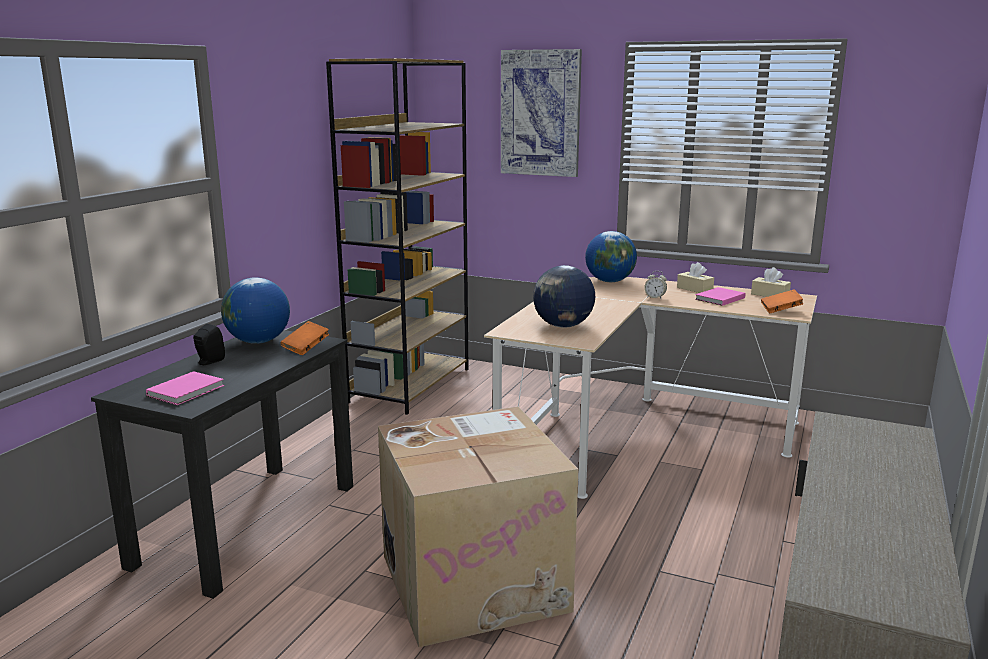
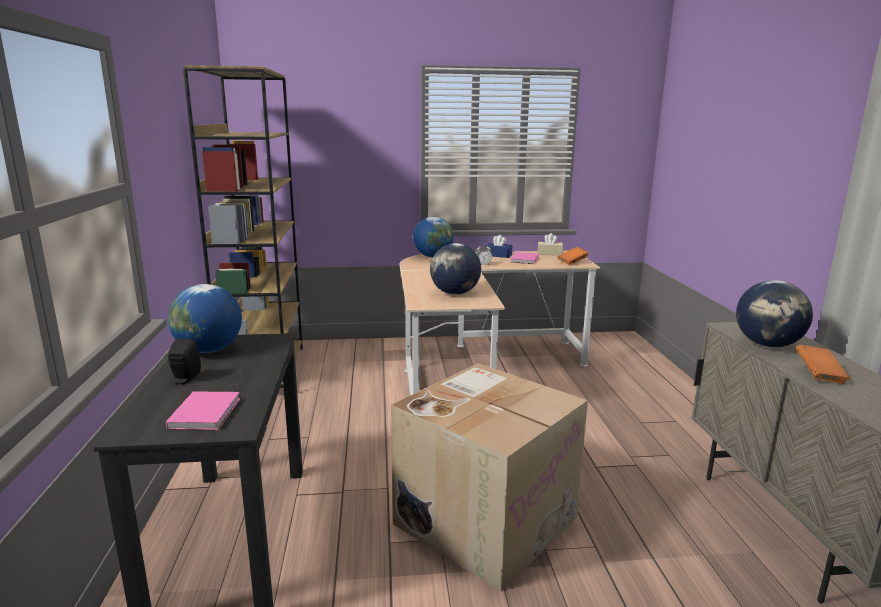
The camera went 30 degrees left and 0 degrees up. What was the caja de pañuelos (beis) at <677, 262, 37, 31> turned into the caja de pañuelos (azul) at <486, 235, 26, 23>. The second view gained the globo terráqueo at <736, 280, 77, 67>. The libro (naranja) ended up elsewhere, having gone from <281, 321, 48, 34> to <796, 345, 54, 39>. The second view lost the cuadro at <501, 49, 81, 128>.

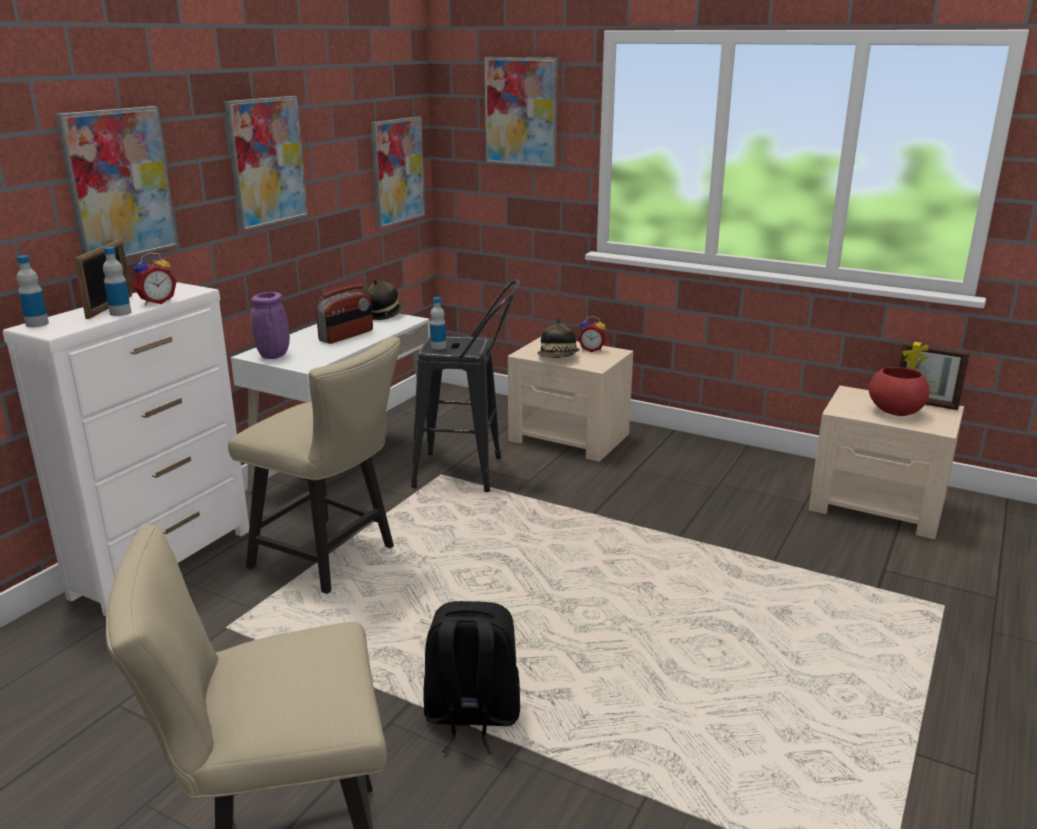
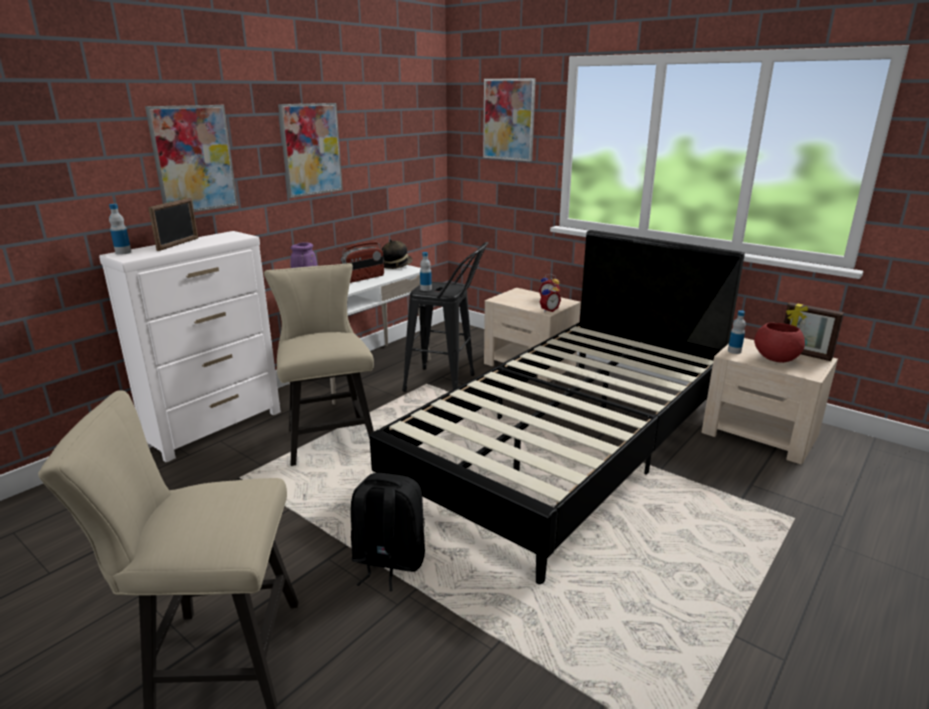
The camera went 10 degrees right and 0 degrees up. The silla (beis) at <228, 337, 173, 257> ended up facing another way, 150 degrees counterclockwise from before. The second view gained the cama (negro) at <369, 230, 376, 354>. The despertador ended up elsewhere, having gone from <133, 253, 43, 52> to <540, 283, 21, 29>. The botella ended up elsewhere, having gone from <103, 247, 28, 69> to <728, 310, 18, 44>. The second view lost the cuadro at <371, 117, 54, 111>. The second view lost the sombrero at <538, 318, 42, 40>.

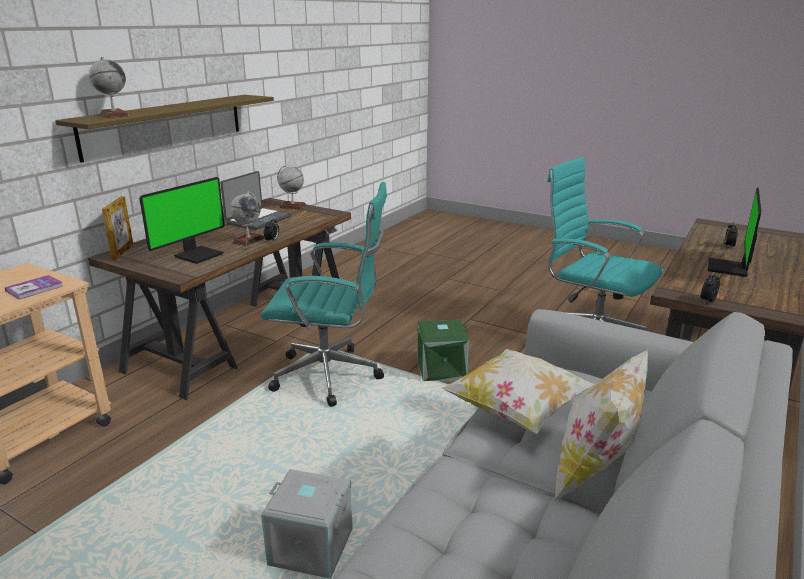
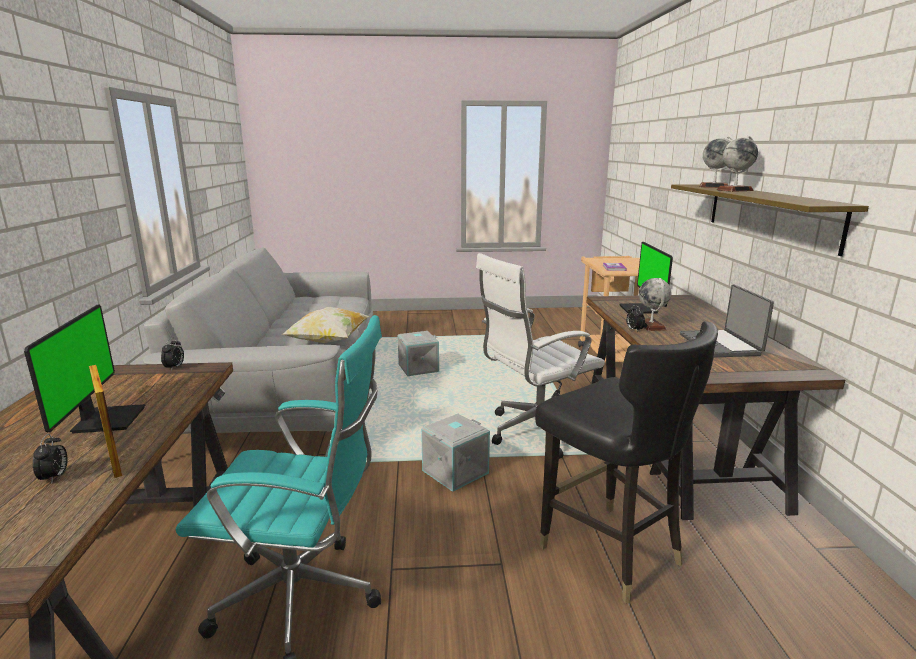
The camera went 145 degrees right and 5 degrees down. The portarretratos ended up elsewhere, having gone from <102, 196, 32, 64> to <89, 365, 33, 113>. What was the caja de almacenaje (verde) at <417, 320, 52, 61> turned into the caja de almacenaje (gris) at <421, 414, 69, 78>. What was the silla de oficina (turquesa) at <261, 182, 126, 225> turned into the silla de oficina (blanco) at <476, 253, 129, 206>. The second view gained the silla (negro) at <535, 321, 183, 283>. The globo terráqueo ended up elsewhere, having gone from <277, 165, 30, 45> to <717, 136, 41, 56>. The second view lost the cojín at <555, 350, 93, 150>.

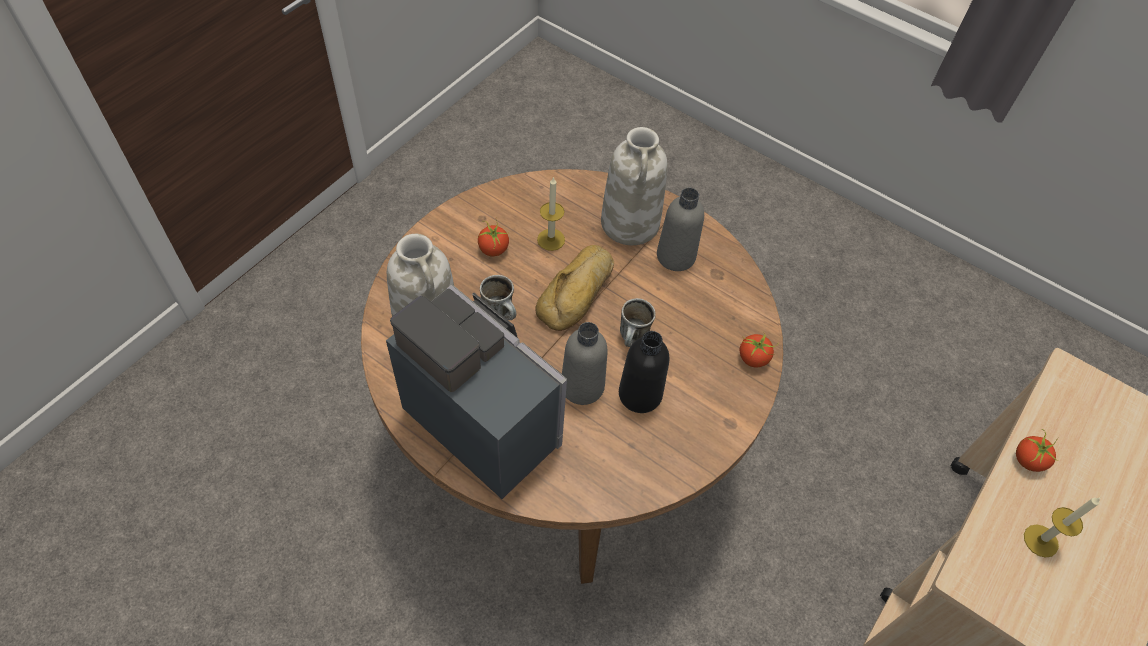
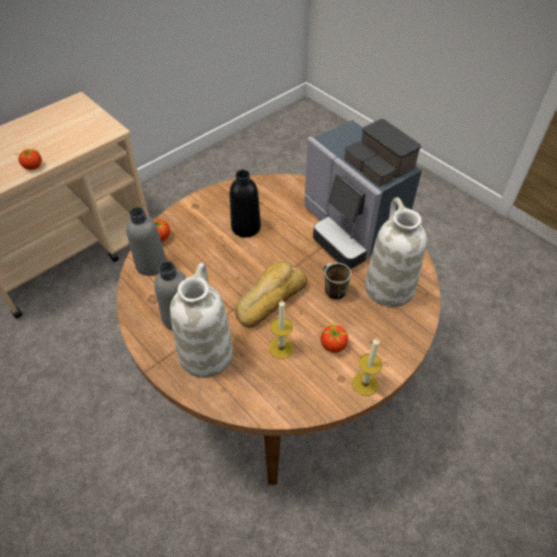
The camera went 165 degrees left and 5 degrees down. The botella (gris) ended up elsewhere, having gone from <562, 322, 46, 83> to <126, 207, 41, 69>. The vela ended up elsewhere, having gone from <1024, 497, 77, 61> to <352, 338, 30, 58>. The second view lost the taza grande at <620, 298, 36, 49>.

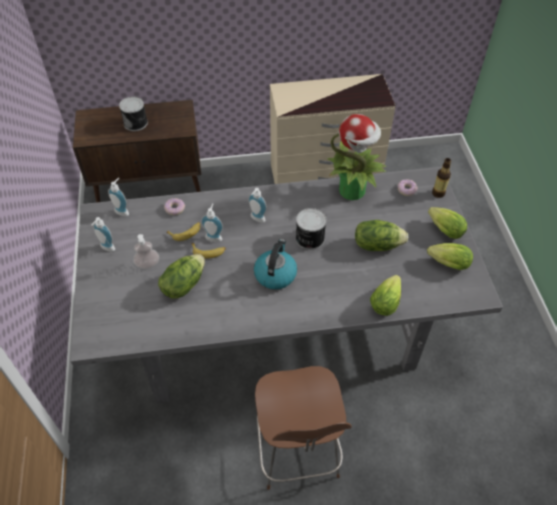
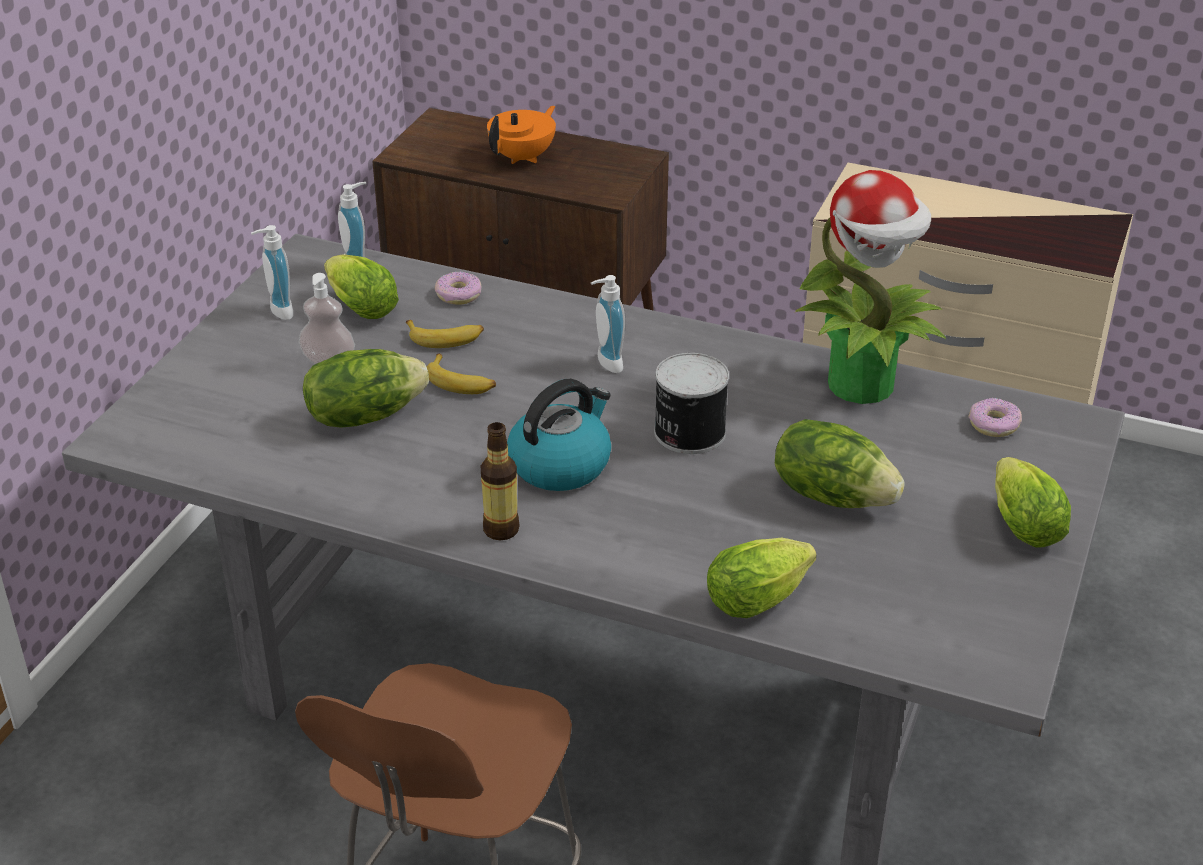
The camera went 30 degrees right and 15 degrees down. The lechuga ended up elsewhere, having gone from <427, 243, 46, 27> to <324, 254, 75, 65>. The botella ended up elsewhere, having gone from <432, 158, 19, 40> to <481, 422, 38, 118>. Where the lata stood at <119, 96, 29, 35>, the tetera (naranja) came to stand at <487, 106, 69, 58>. The second view lost the dispensador de jabón at <201, 203, 22, 39>.

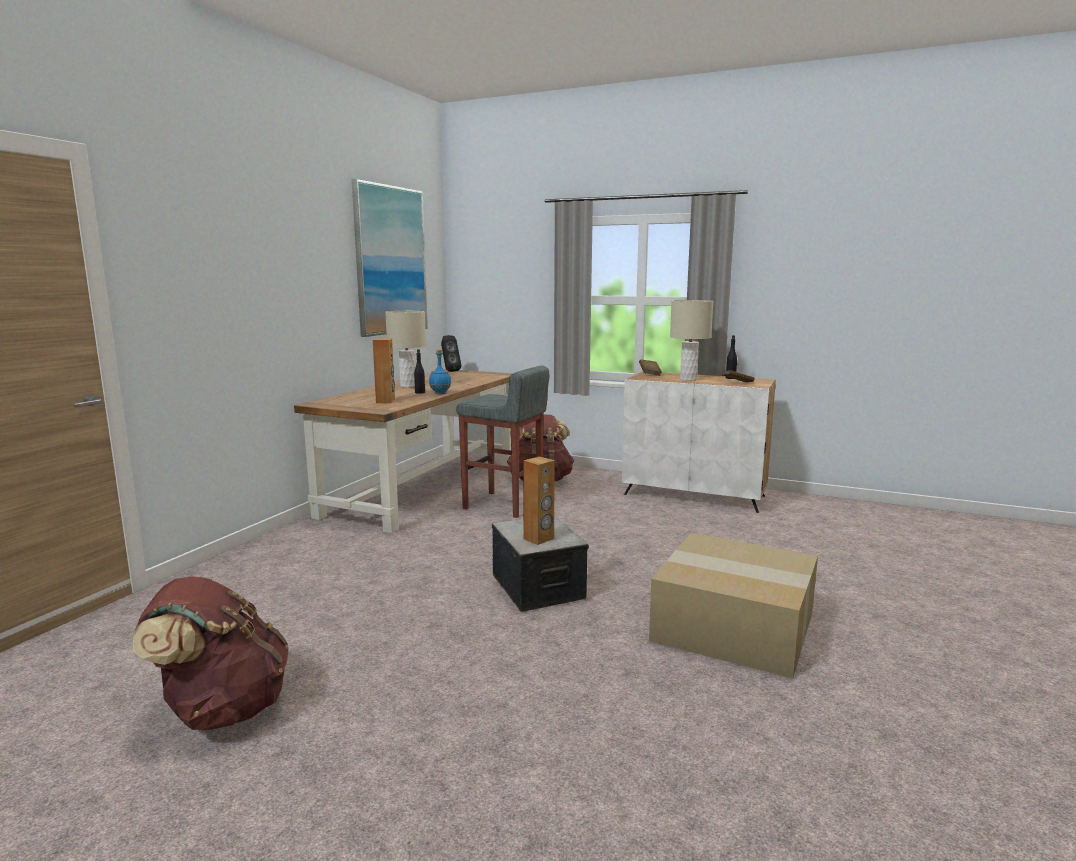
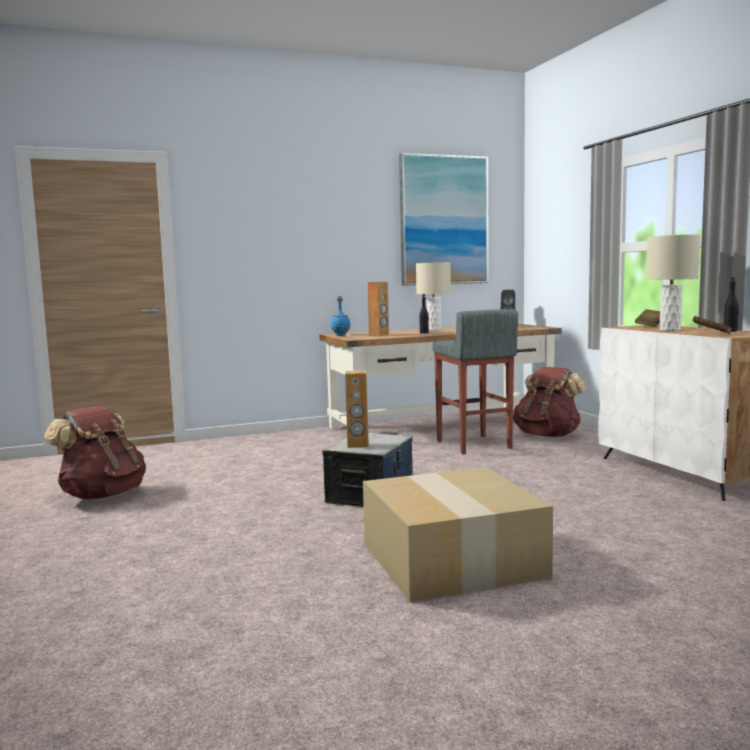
The camera went 45 degrees right and 5 degrees down. The botella (azul) ended up elsewhere, having gone from <429, 350, 22, 44> to <331, 296, 19, 40>.

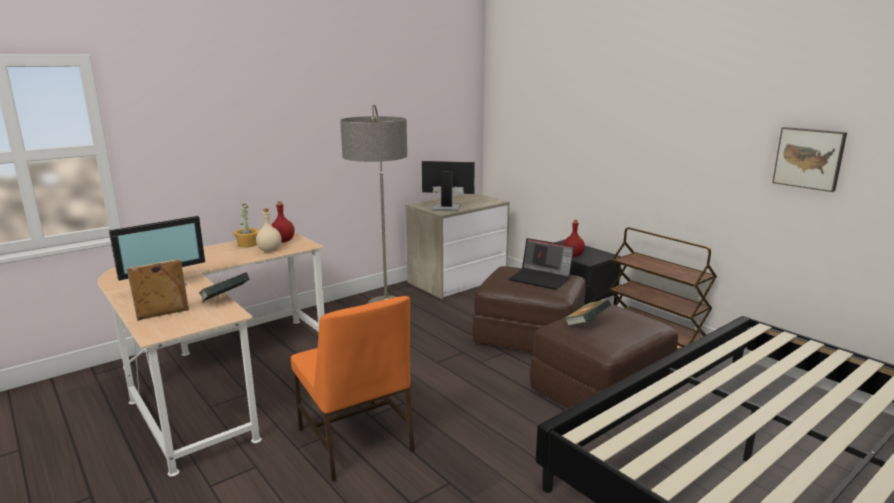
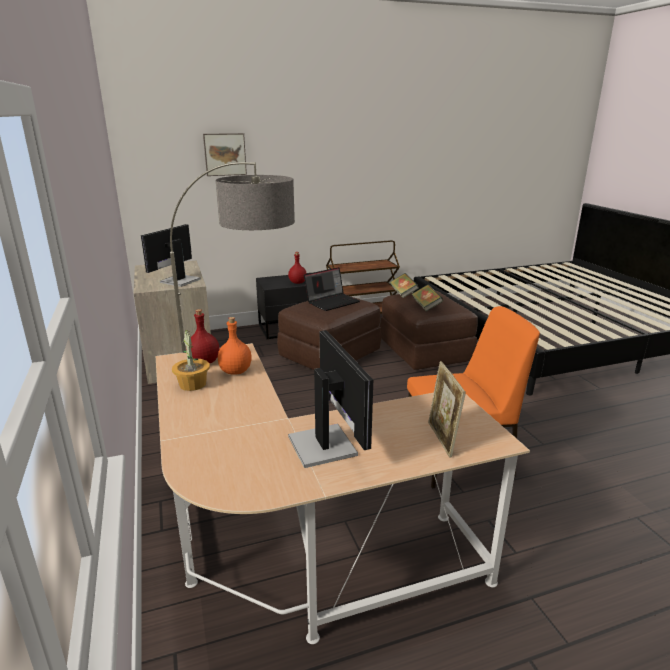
The camera went 70 degrees left and 5 degrees up. The cuadro ended up elsewhere, having gone from <772, 127, 75, 65> to <203, 133, 44, 43>. What was the botella (beis) at <256, 208, 26, 44> turned into the botella (naranja) at <218, 317, 34, 58>. The libro ended up elsewhere, having gone from <198, 272, 51, 30> to <389, 273, 30, 25>.

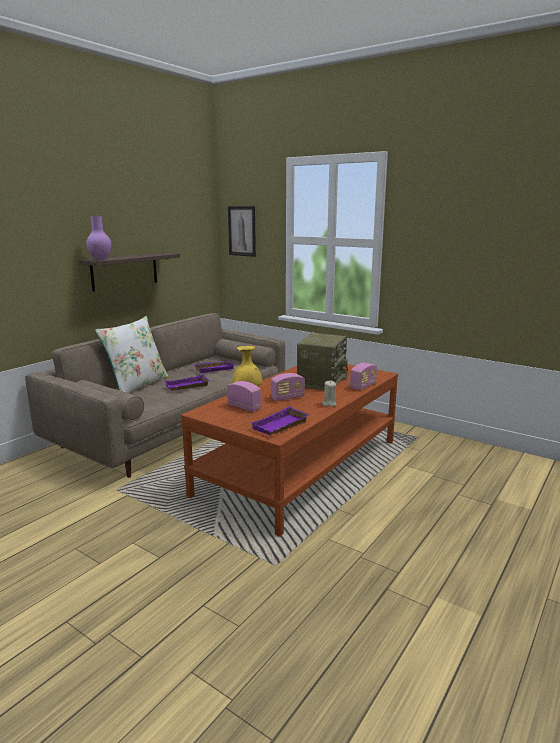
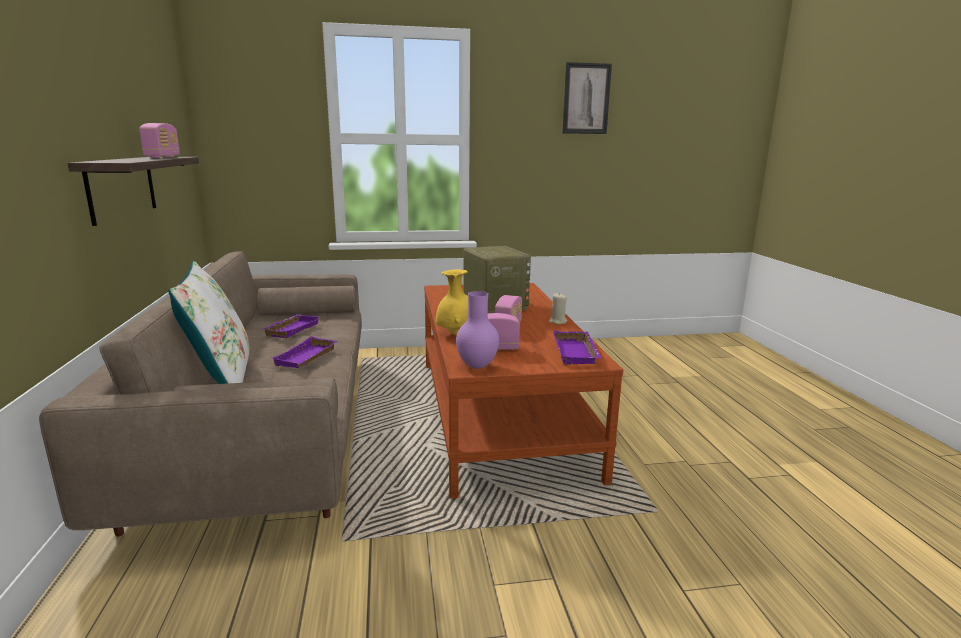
The camera went 45 degrees left and 0 degrees up. The radio ended up elsewhere, having gone from <350, 363, 27, 27> to <139, 123, 41, 34>. The florero (morado) ended up elsewhere, having gone from <86, 216, 25, 44> to <456, 291, 43, 78>. The cuadro ended up elsewhere, having gone from <228, 206, 28, 51> to <562, 62, 50, 72>.

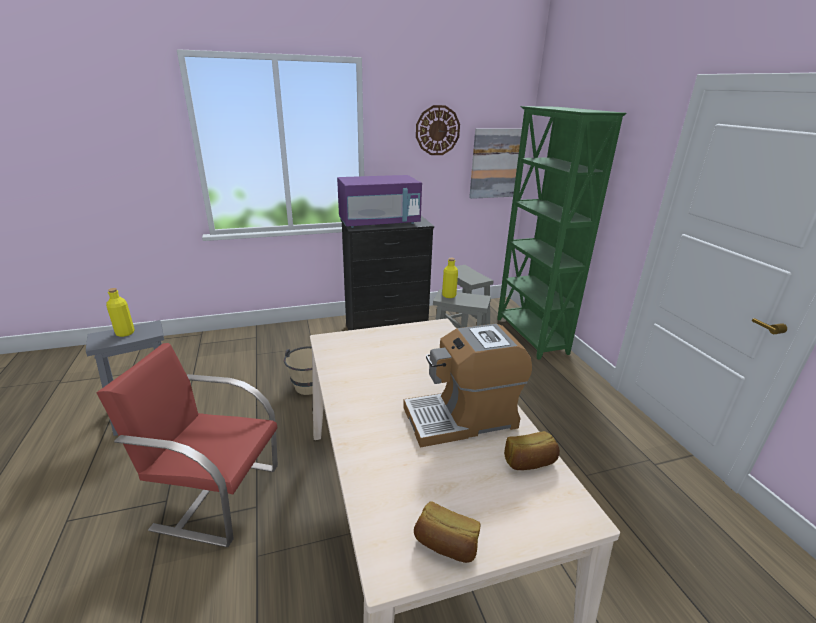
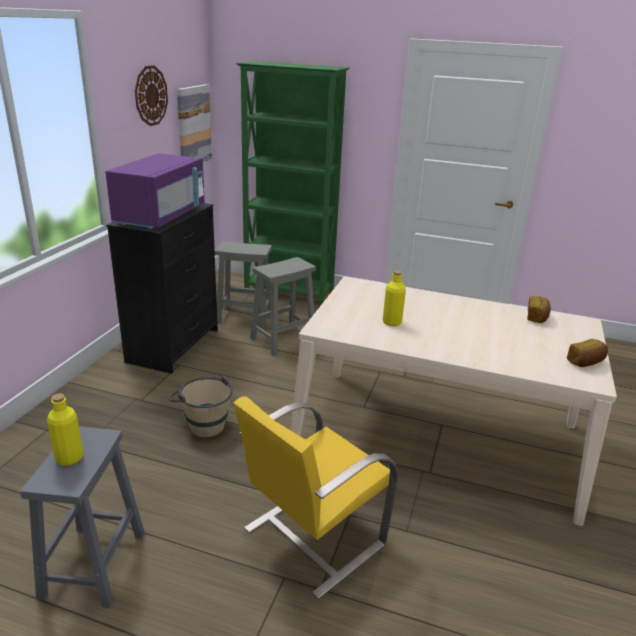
The camera went 55 degrees left and 0 degrees up. What was the silla (rojo) at <96, 343, 182, 204> turned into the silla (amarillo) at <234, 396, 164, 203>. The botella (amarillo) ended up elsewhere, having gone from <442, 258, 16, 40> to <383, 270, 23, 56>. The second view lost the cafetera at <403, 324, 129, 123>.

